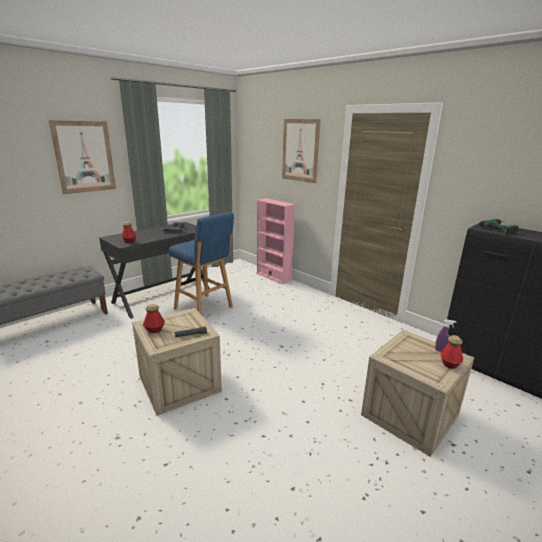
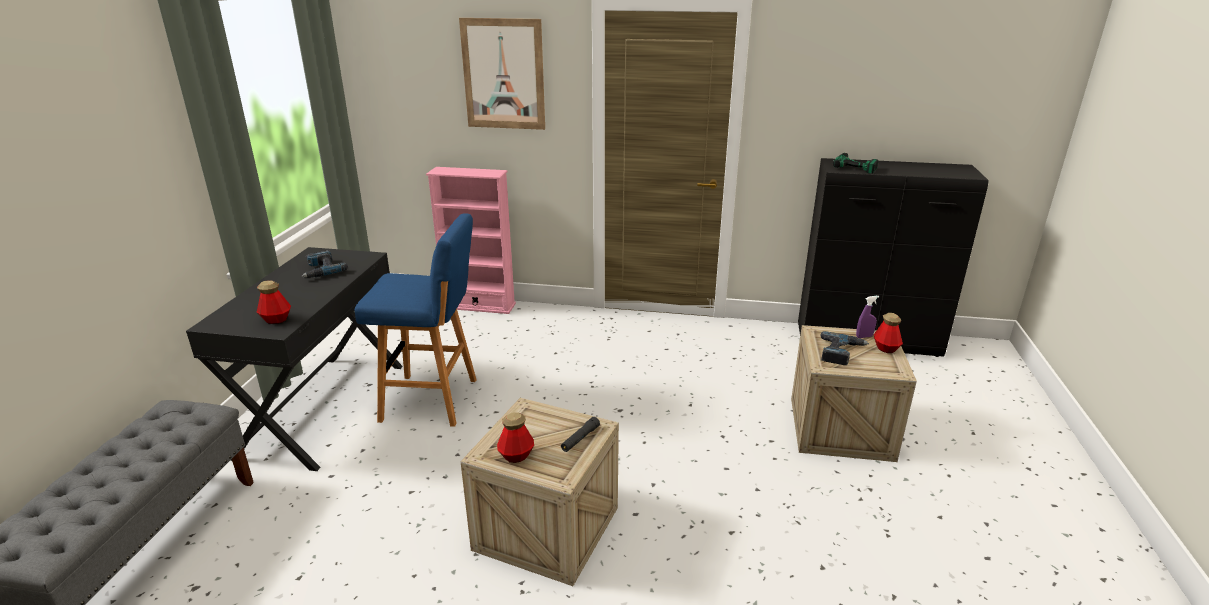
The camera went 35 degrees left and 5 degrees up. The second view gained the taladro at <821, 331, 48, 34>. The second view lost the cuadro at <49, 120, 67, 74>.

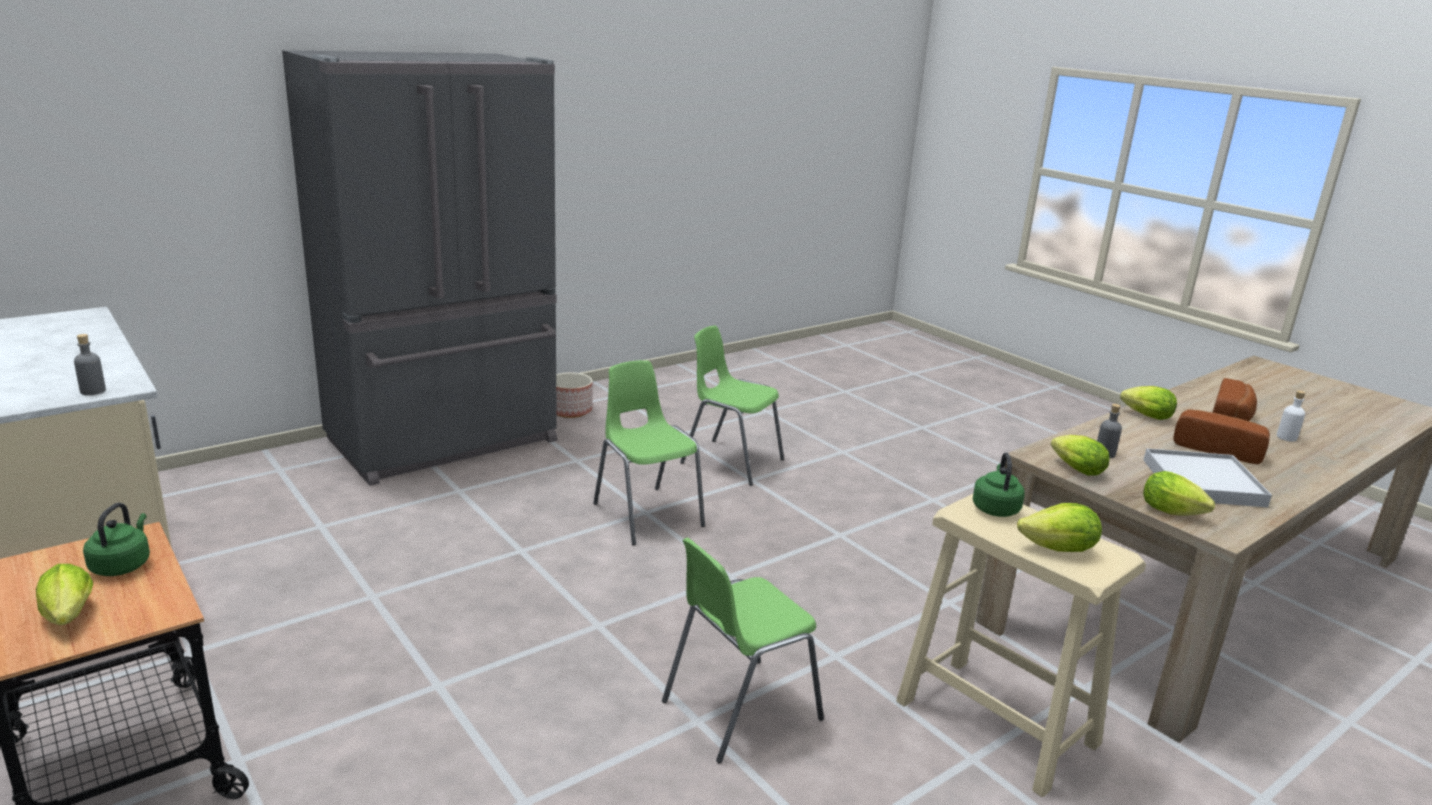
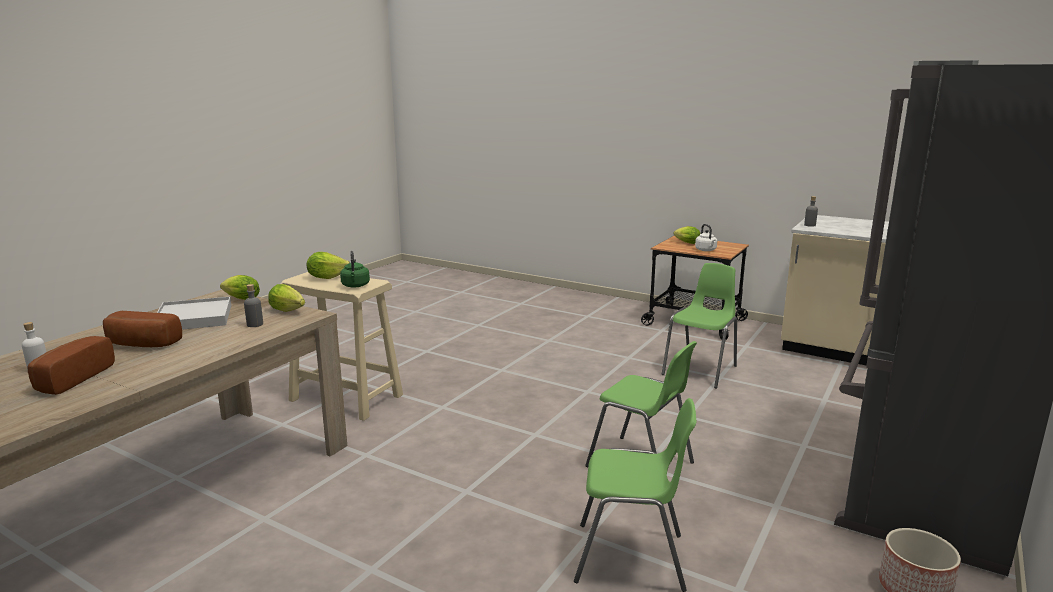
The camera went 160 degrees right and 5 degrees down. The silla (verde) ended up elsewhere, having gone from <662, 538, 162, 226> to <662, 263, 75, 125>. What was the hervidor (verde) at <83, 503, 67, 73> turned into the hervidor (blanco) at <695, 224, 22, 27>. The second view lost the lechuga at <1120, 386, 57, 34>.

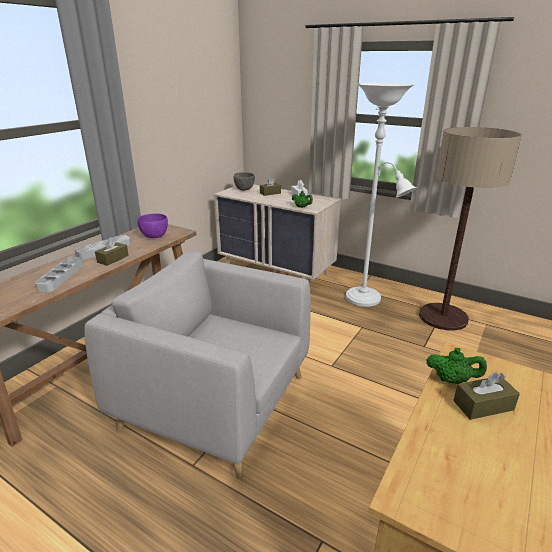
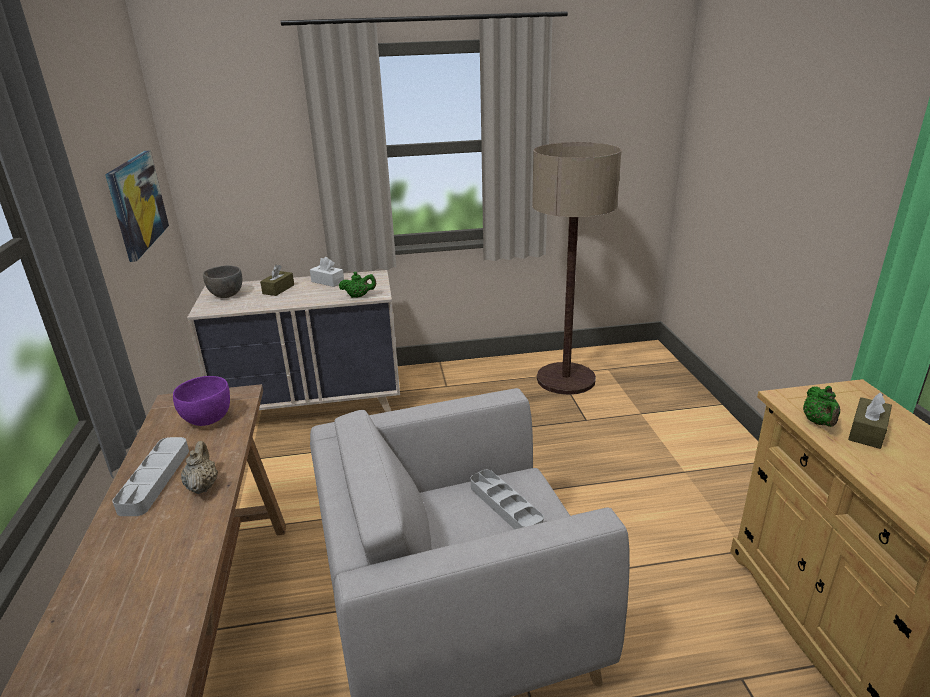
The camera went 40 degrees left and 0 degrees up. The second view gained the cuadro at <105, 151, 64, 111>. Where the caja de pañuelos (marrón) stood at <95, 237, 34, 29>, the tetera (beis) came to stand at <181, 441, 37, 53>. The bandeja (gris) ended up elsewhere, having gone from <35, 257, 48, 35> to <471, 470, 73, 59>. The tetera (verde) at <426, 348, 61, 36> ended up facing another way, 120 degrees clockwise from before. The second view lost the lámpara de pie (blanco) at <346, 83, 71, 224>.

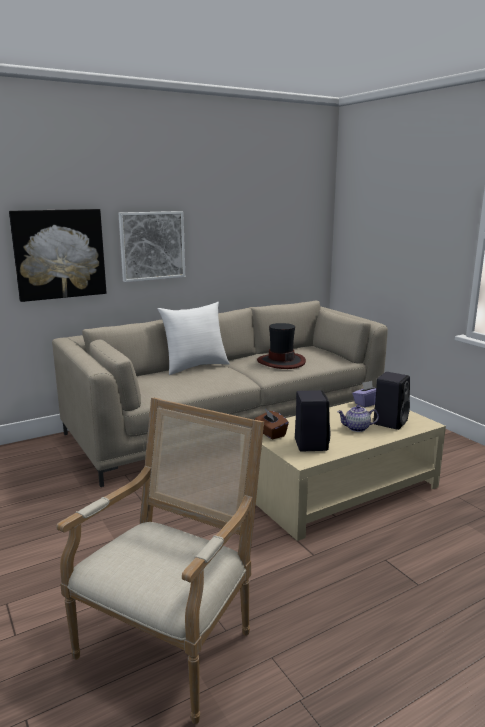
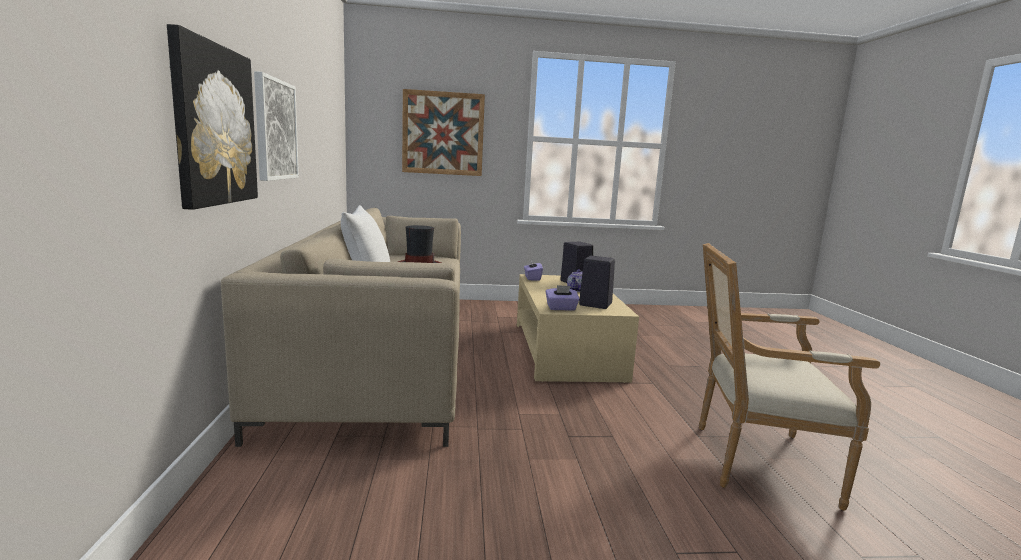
The camera went 65 degrees left and 5 degrees down. The second view gained the cuadro at <402, 89, 83, 87>. What was the caja de pañuelos (marrón) at <255, 409, 34, 31> turned into the caja de pañuelos (morado) at <546, 285, 34, 26>. The sillón at <56, 398, 208, 326> ended up facing another way, 45 degrees counterclockwise from before.

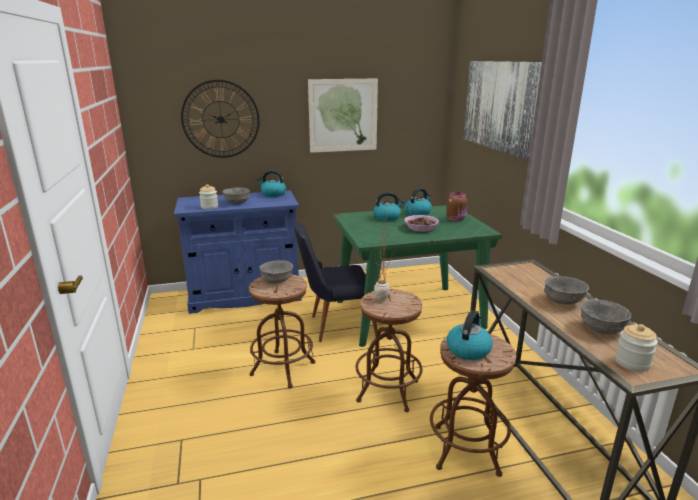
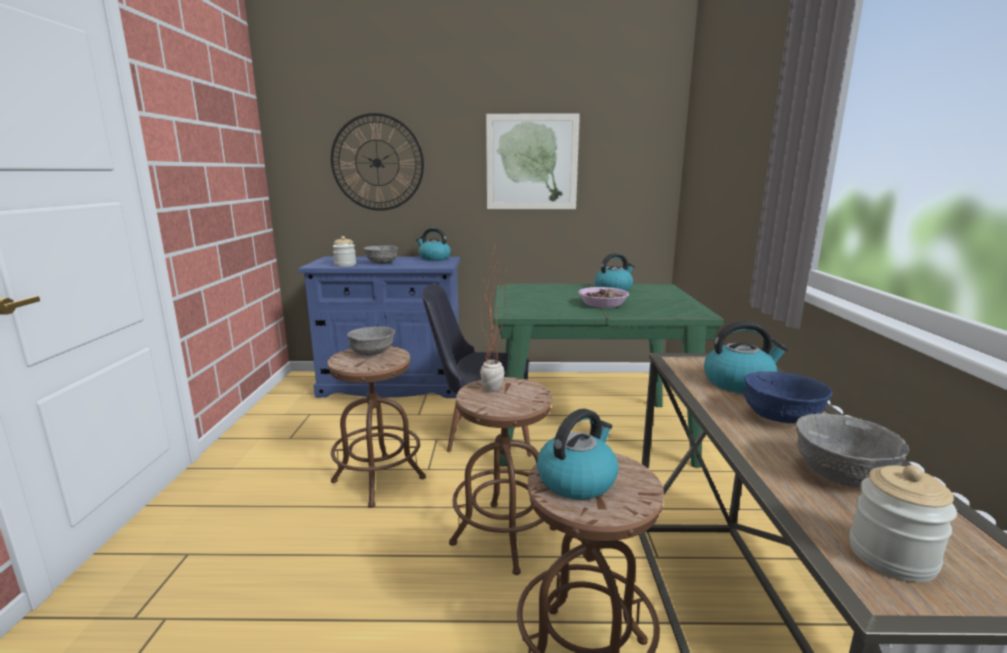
The camera went 15 degrees right and 5 degrees down. The hervidor ended up elsewhere, having gone from <373, 192, 32, 29> to <704, 321, 84, 72>. What was the cuenco (gris) at <544, 276, 45, 29> turned into the cuenco (azul) at <743, 372, 90, 51>. The second view lost the tarro (marrón) at <446, 192, 21, 29>. The second view lost the cuadro at <464, 61, 78, 99>.

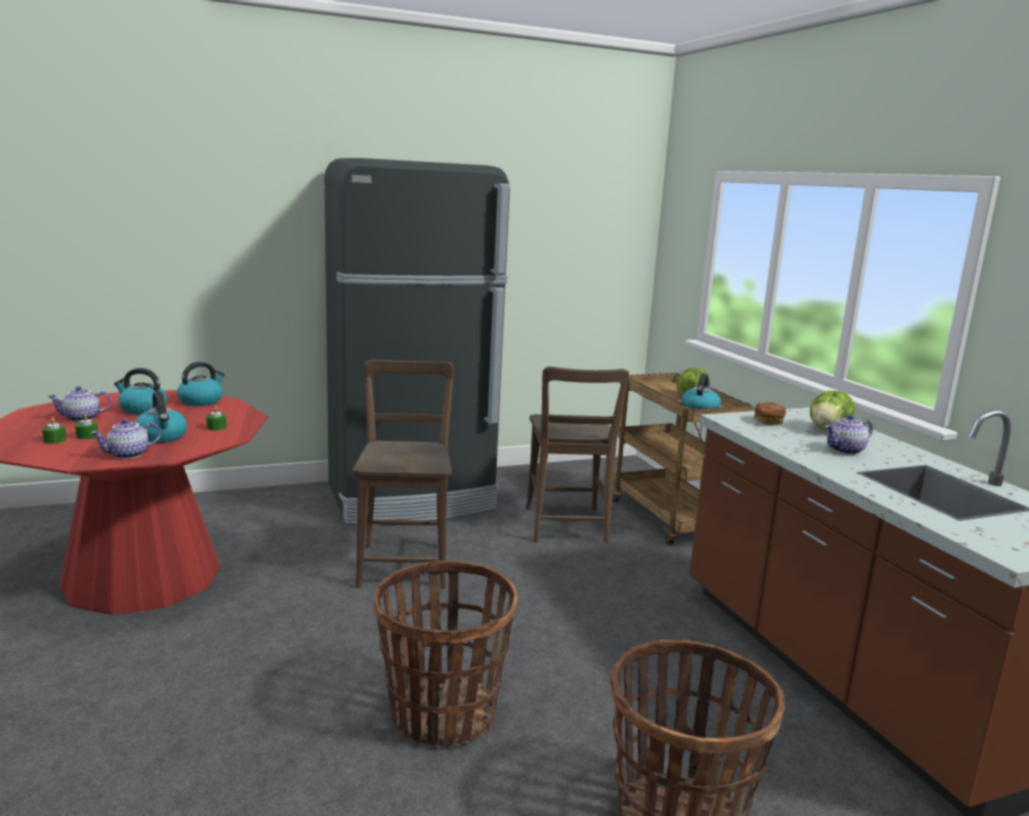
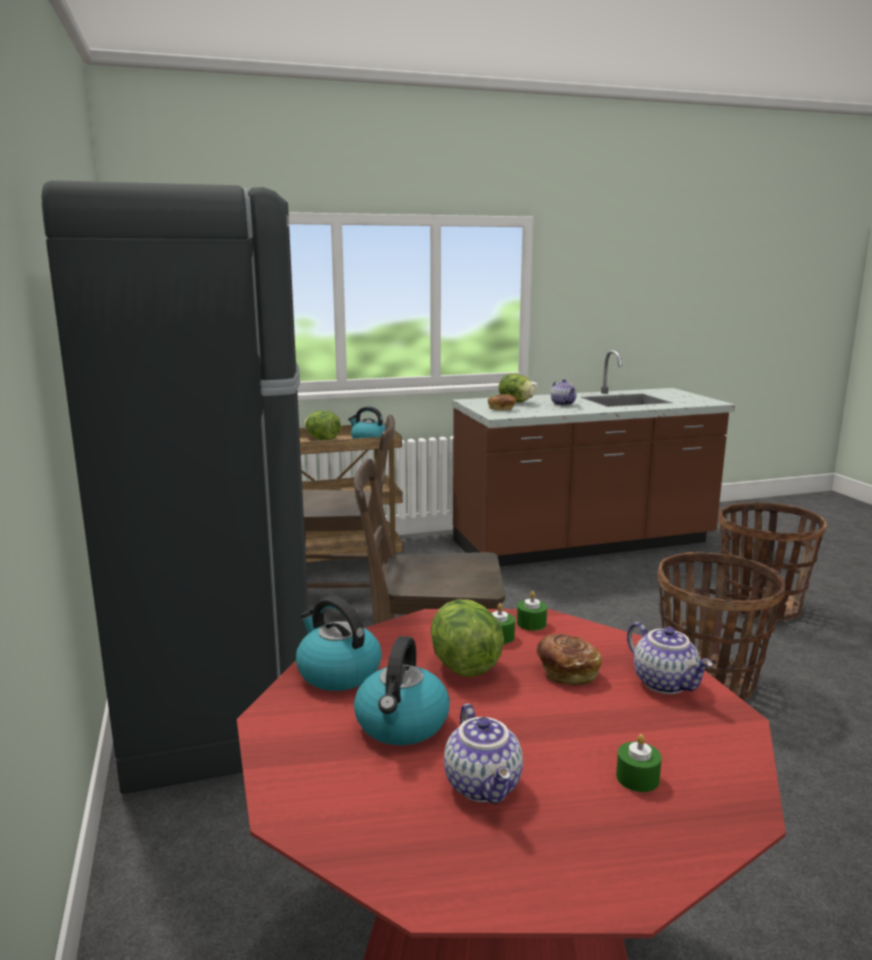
The camera went 85 degrees left and 0 degrees up. The second view gained the lechuga at <431, 599, 73, 78>. The vela (verde) ended up elsewhere, having gone from <75, 414, 23, 25> to <517, 591, 30, 40>. Where the hervidor stood at <135, 391, 52, 52>, the pan came to stand at <536, 634, 66, 51>.

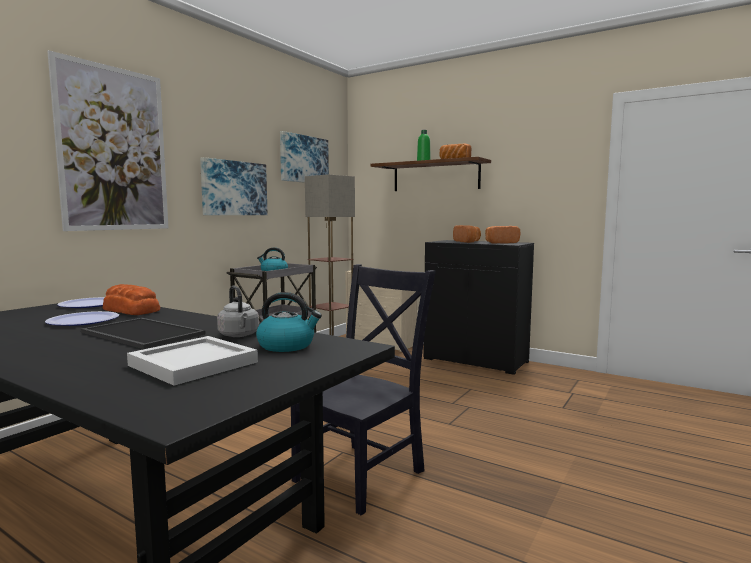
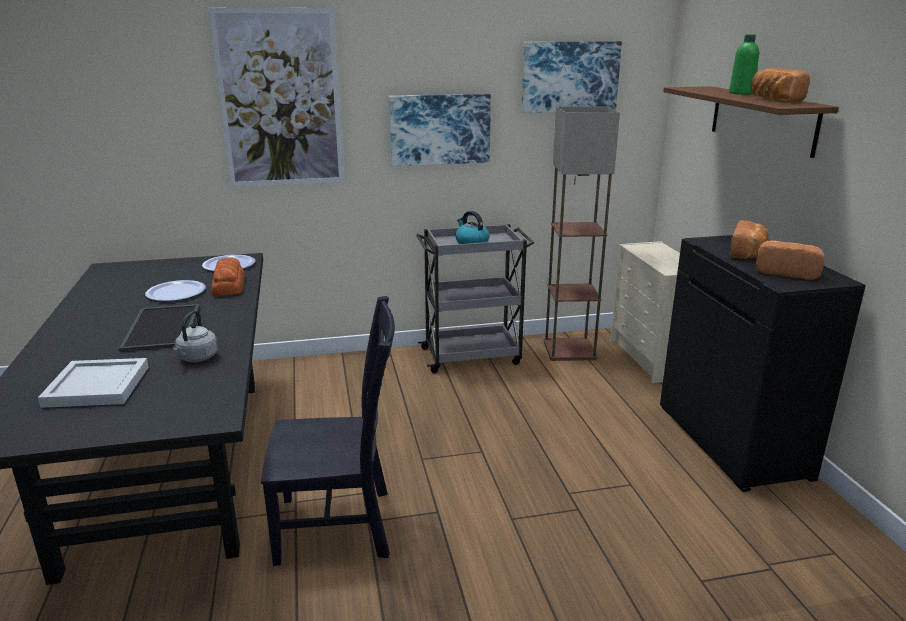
The camera went 45 degrees right and 15 degrees up. The second view lost the hervidor at <256, 292, 66, 60>.

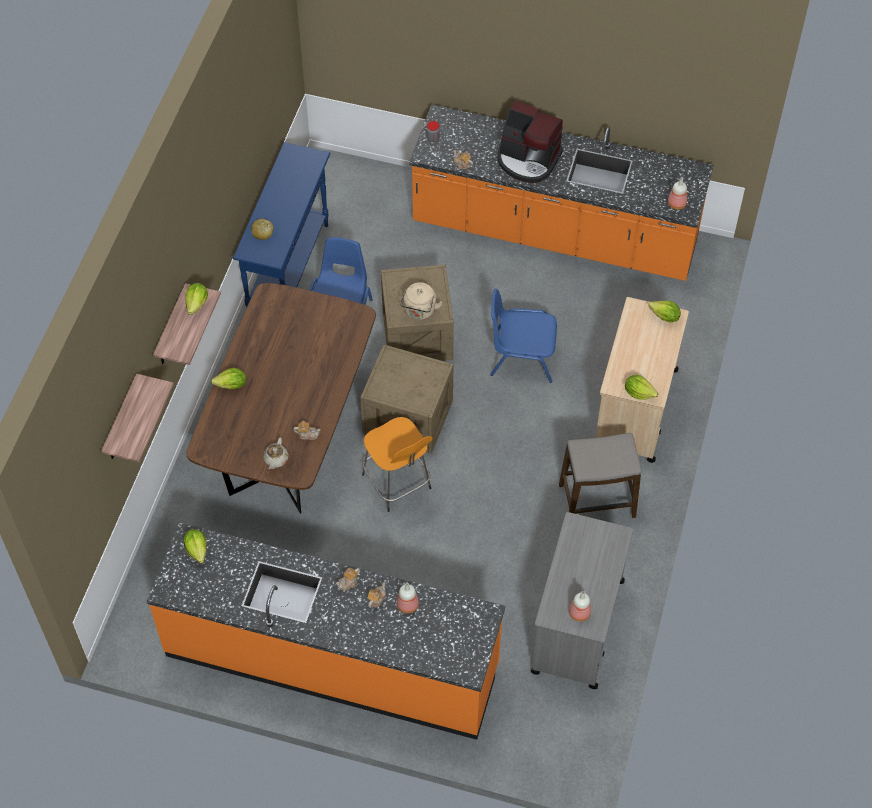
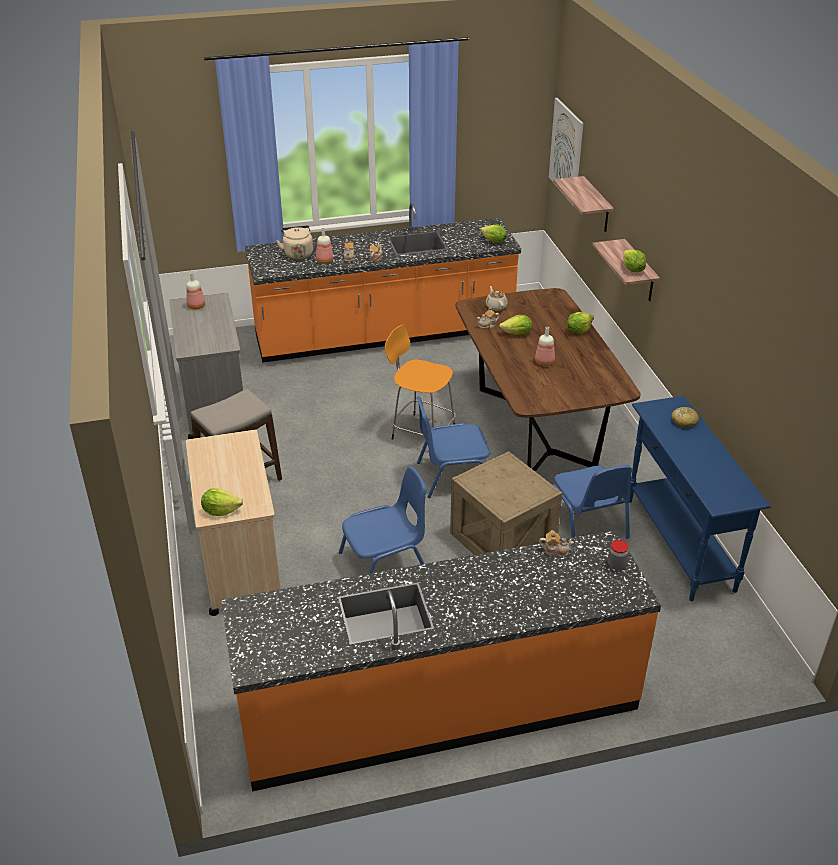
The camera went 150 degrees right and 20 degrees down. The hervidor (beis) ended up elsewhere, having gone from <400, 282, 43, 38> to <276, 225, 37, 35>. Where the caja de embalaje stood at <360, 345, 93, 109>, the silla (azul) came to stand at <416, 396, 74, 102>. The lechuga ended up elsewhere, having gone from <625, 374, 33, 26> to <499, 315, 33, 20>. The botella ended up elsewhere, having gone from <668, 177, 19, 33> to <535, 327, 20, 39>. The second view gained the cuadro at <549, 98, 35, 108>. The second view lost the cafetera at <498, 101, 65, 82>.

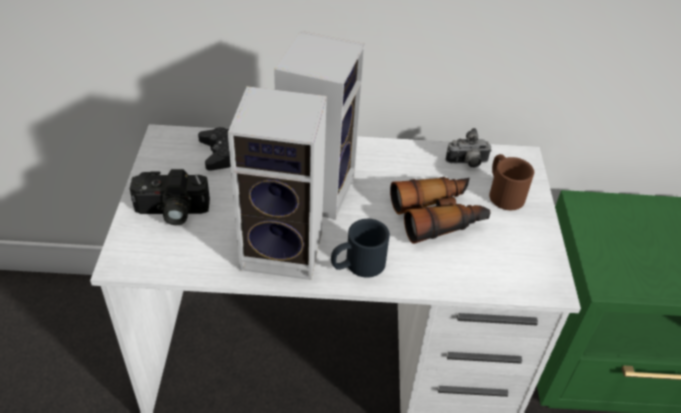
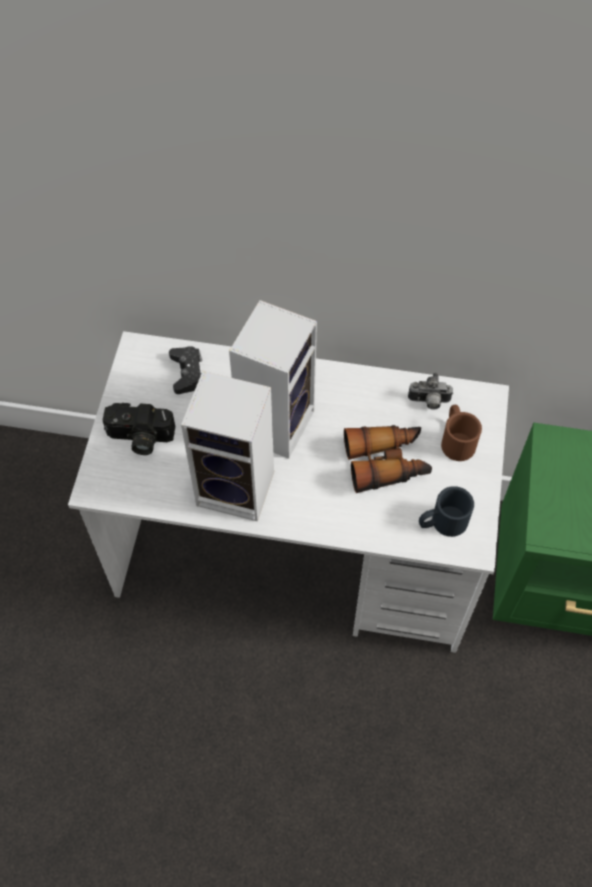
The camera went 10 degrees right and 15 degrees up. The taza grande (negro) ended up elsewhere, having gone from <331, 219, 59, 59> to <419, 486, 55, 51>.

